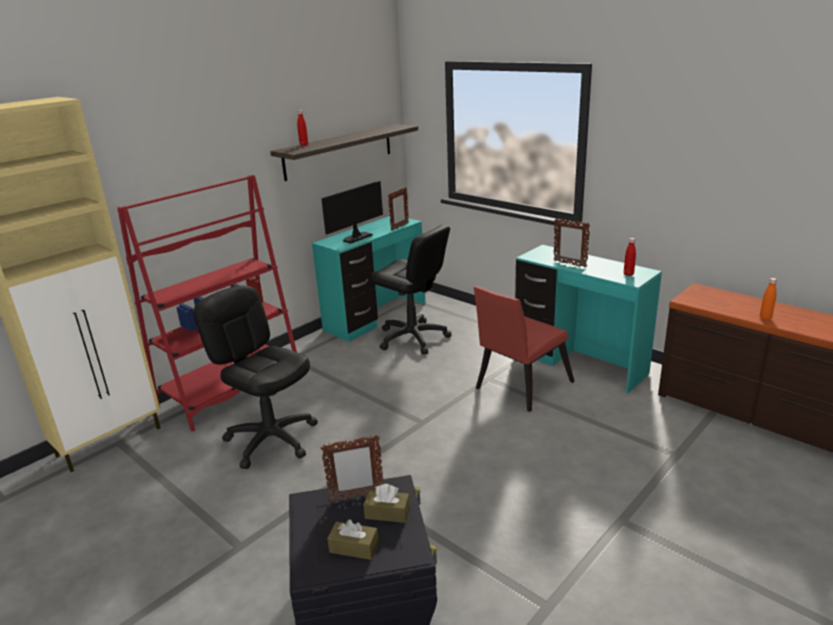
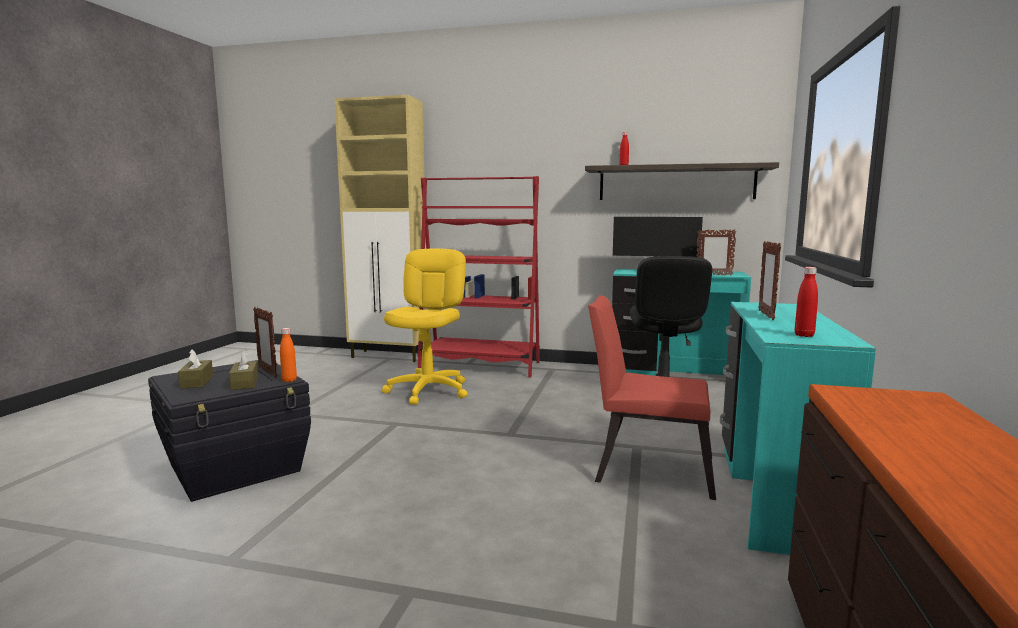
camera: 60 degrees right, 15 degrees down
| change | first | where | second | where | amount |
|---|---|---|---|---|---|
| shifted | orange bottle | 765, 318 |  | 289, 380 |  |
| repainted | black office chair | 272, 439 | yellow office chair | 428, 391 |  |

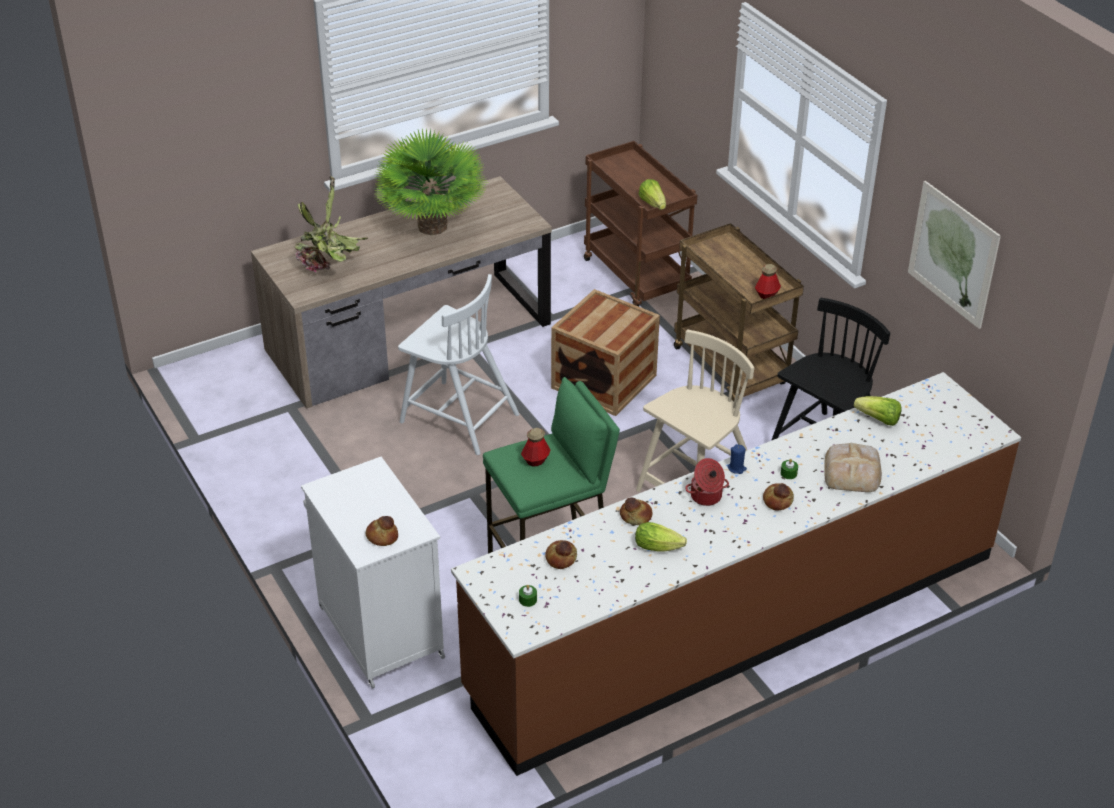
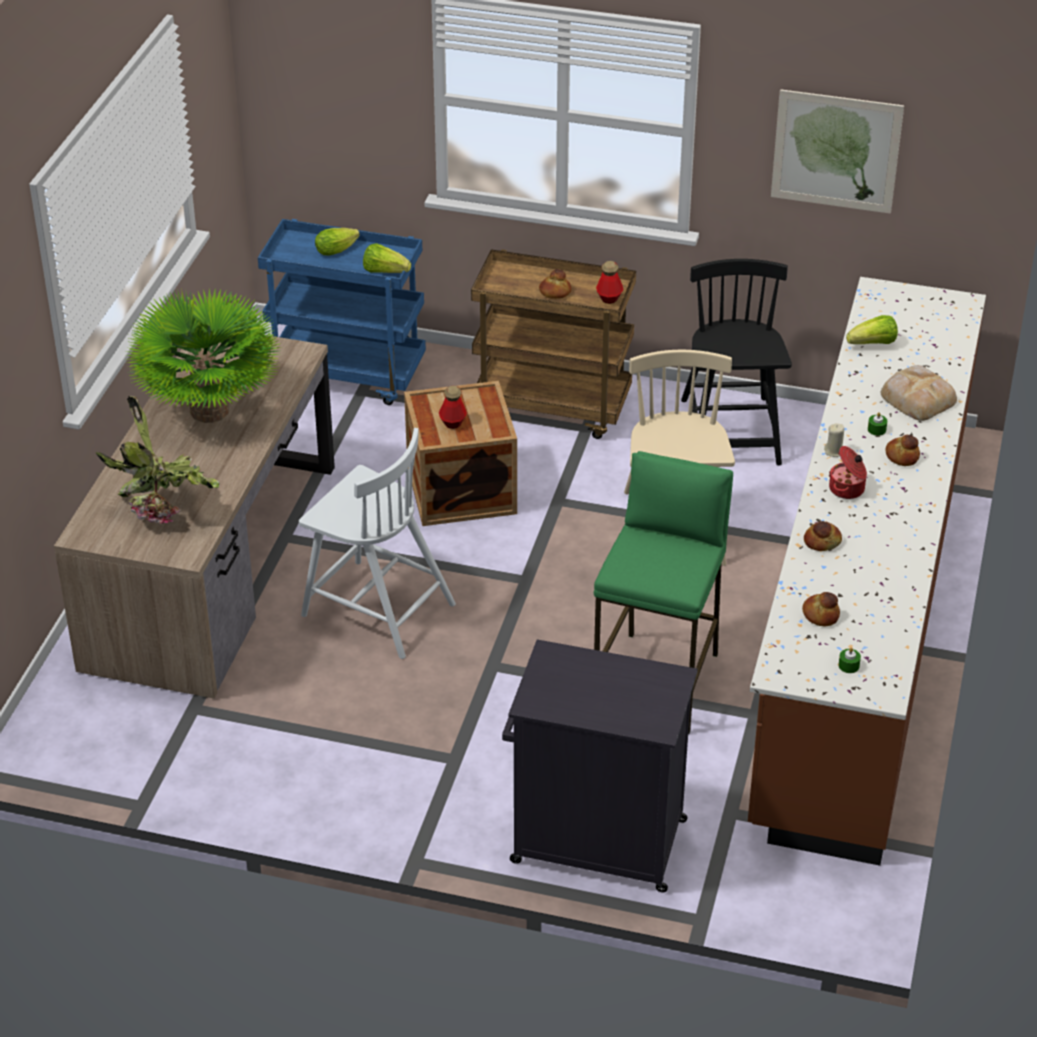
camera: 45 degrees left, 0 degrees up
| change | first | where | second | where | amount |
|---|---|---|---|---|---|
| repainted | brown cart | 637, 277 | blue cart | 349, 375 |  |
| rotated | white chair | 457, 417 |  | 376, 608 | 45 degrees clockwise |
| shifted | lettuce | 660, 547 |  | 338, 249 |  |
| shifted | bottle | 535, 460 |  | 452, 422 |  |
| repainted | white cabinet | 379, 630 | black cabinet | 594, 841 |  |
| shifted | bread | 382, 536 |  | 555, 292 |  |
| repainted | blue candle | 736, 468 | beige candle | 834, 451 |  |

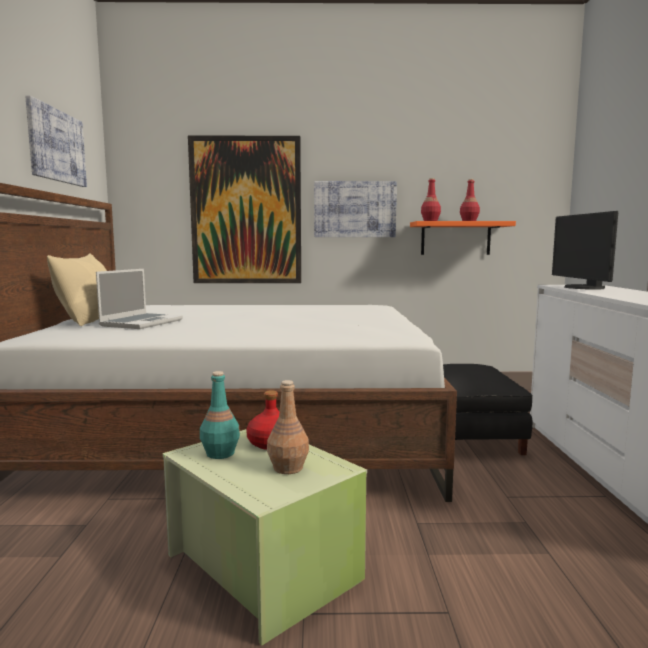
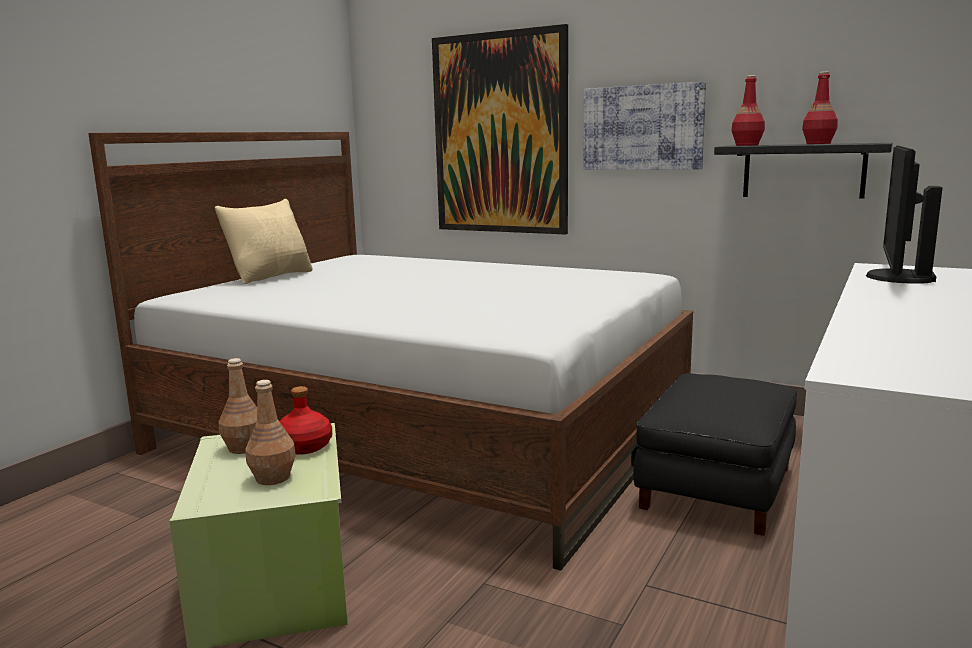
camera: 30 degrees right, 5 degrees up
| change | first | where | second | where | amount |
|---|---|---|---|---|---|
| repainted | turquoise bottle | 220, 453 | brown bottle | 244, 447 |  |
| repainted | orange shelf | 455, 238 | black shelf | 803, 171 |  |
| gone | picture | 56, 146 |  |  |  |
| gone | laptop | 142, 323 |  |  |  |

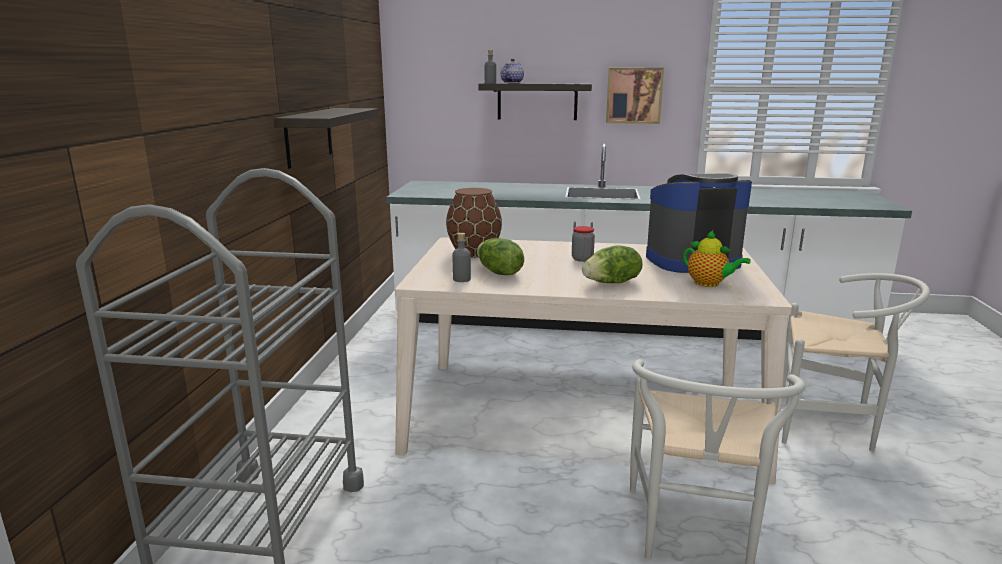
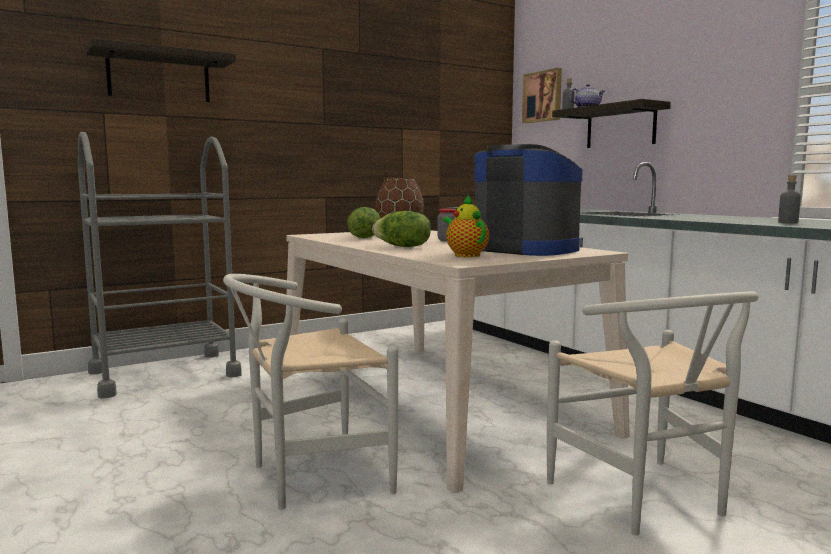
camera: 50 degrees right, 10 degrees down
| change | first | where | second | where | amount |
|---|---|---|---|---|---|
| shifted | shelf | 308, 136 |  | 159, 76 |  |
| rotated | teapot | 709, 284 |  | 465, 255 | 150 degrees clockwise |
| shifted | picture | 634, 95 |  | 543, 96 |  |
| shifted | grey bottle | 462, 279 |  | 788, 222 |  |

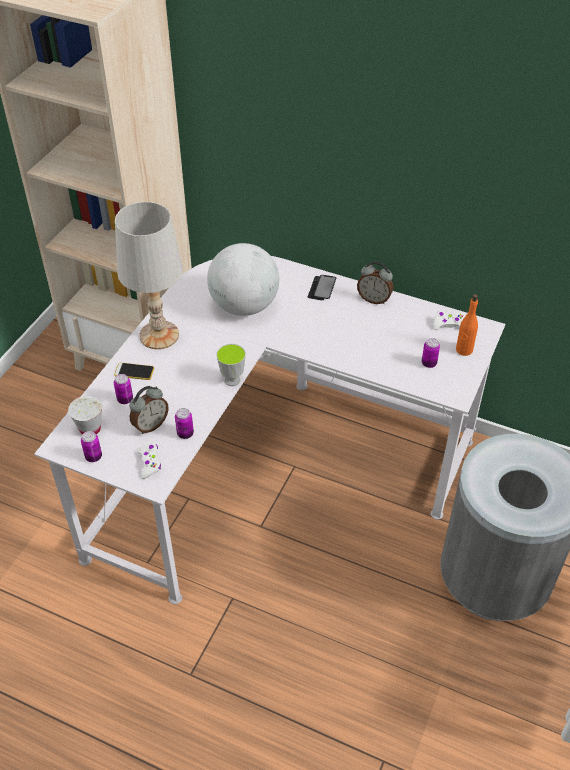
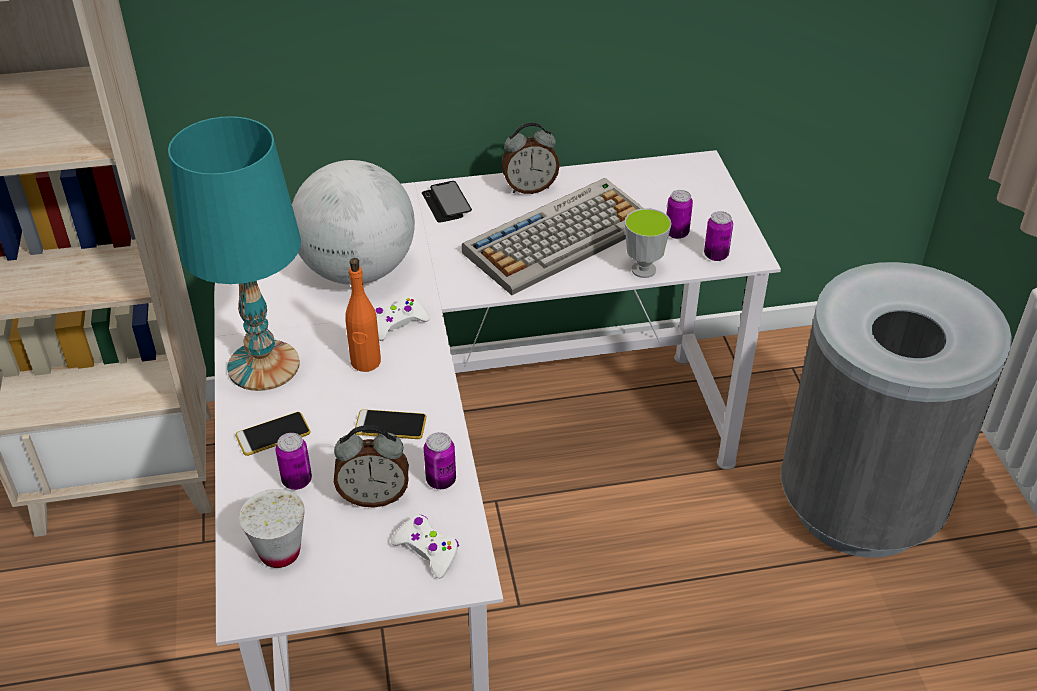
camera: 35 degrees left, 5 degrees down
| change | first | where | second | where | amount |
|---|---|---|---|---|---|
| repainted | white table lamp | 159, 334 | turquoise table lamp | 263, 365 |  |
| rotated | alarm clock | 150, 425 |  | 374, 496 | 75 degrees clockwise |
| shifted | orange bottle | 464, 350 |  | 365, 362 |  |
| new |  |  | phone | 390, 425 |  |
| shifted | white game controller | 449, 324 |  | 397, 323 |  |
| new |  |  | keyboard | 560, 237 |  |
| shifted | cup | 232, 380 |  | 643, 270 |  |
| shifted | can | 93, 457 |  | 716, 255 |  |

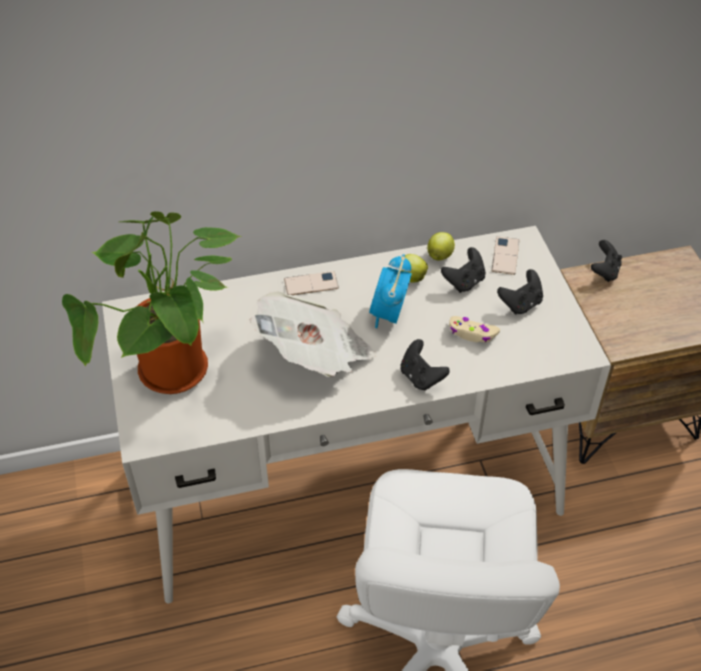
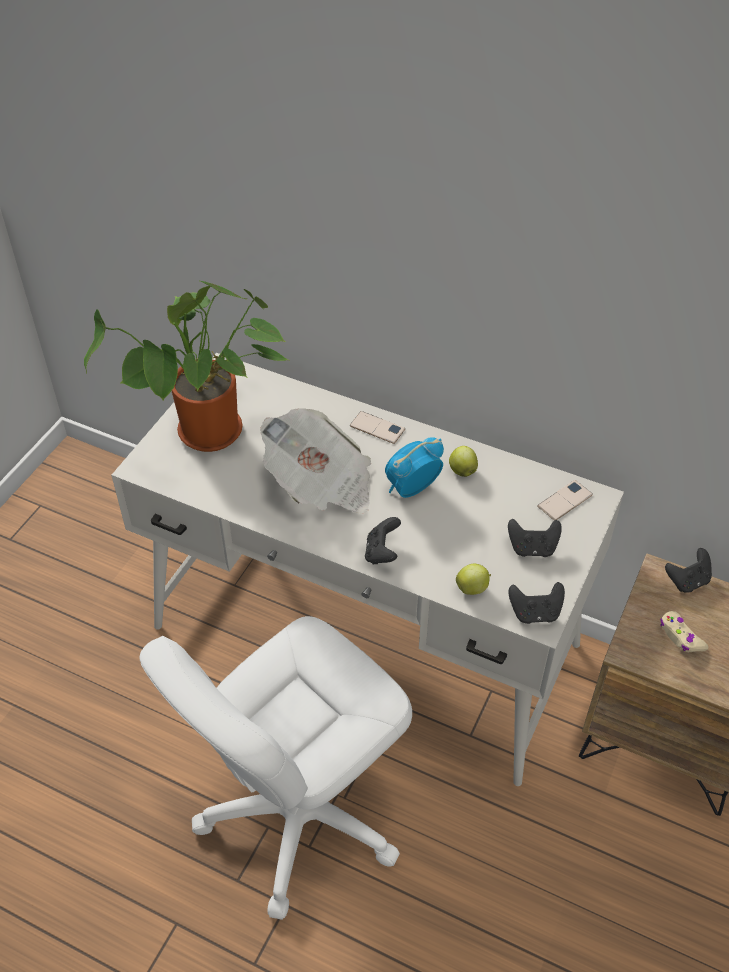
camera: 40 degrees right, 0 degrees up
| change | first | where | second | where | amount |
|---|---|---|---|---|---|
| shifted | apple | 440, 255 |  | 472, 588 |  |
| shifted | black game controller | 464, 282 |  | 535, 613 |  |
| shifted | beige game controller | 472, 333 |  | 680, 636 |  |

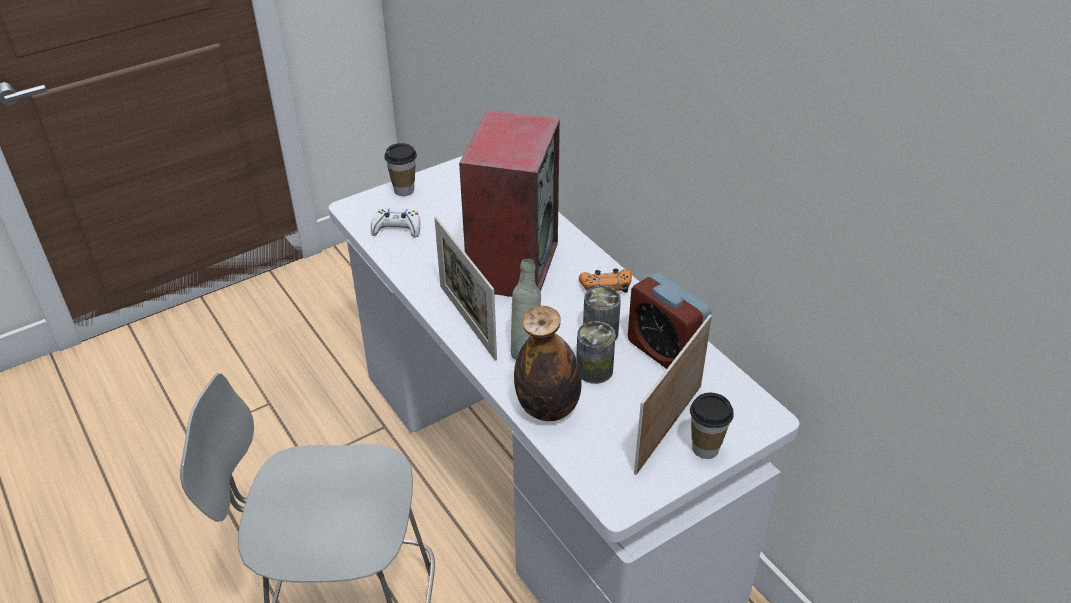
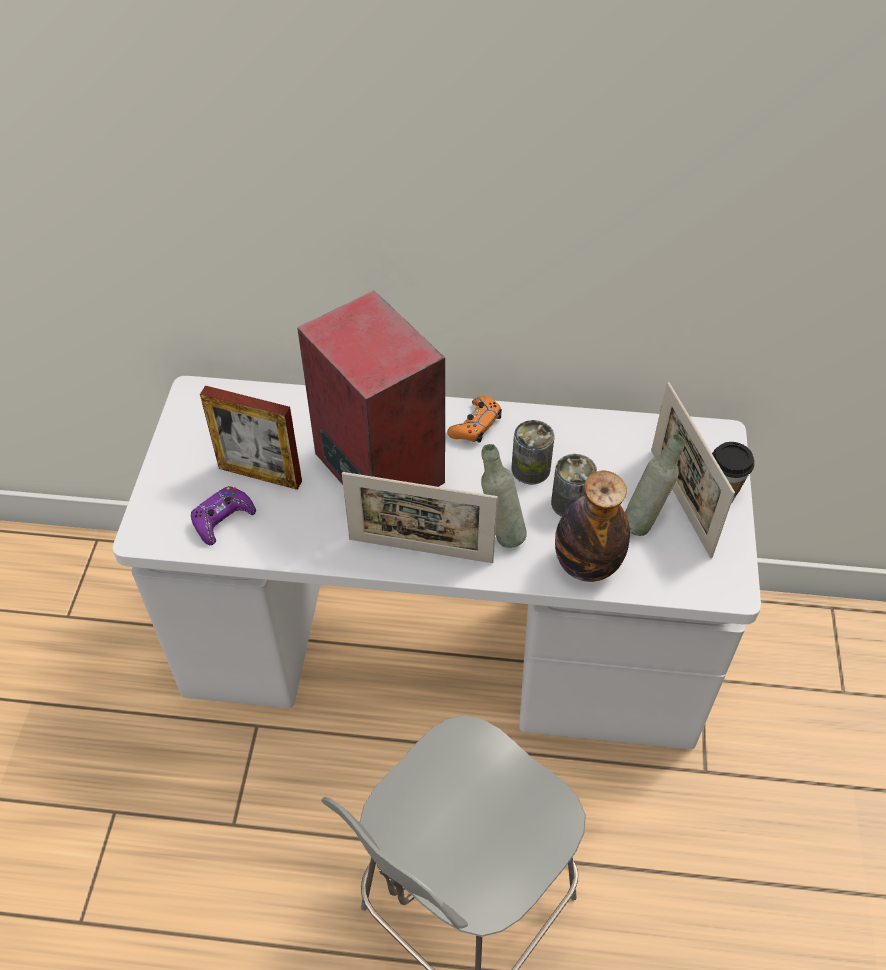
camera: 50 degrees left, 10 degrees up
| change | first | where | second | where | amount |
|---|---|---|---|---|---|
| repainted | white game controller | 397, 228 | purple game controller | 222, 519 |  |
| new |  |  | picture frame | 260, 474 |  |
| new |  |  | grey bottle | 644, 521 |  |
| gone | cup | 404, 190 |  |  |  |
| gone | alarm clock | 664, 352 |  |  |  |

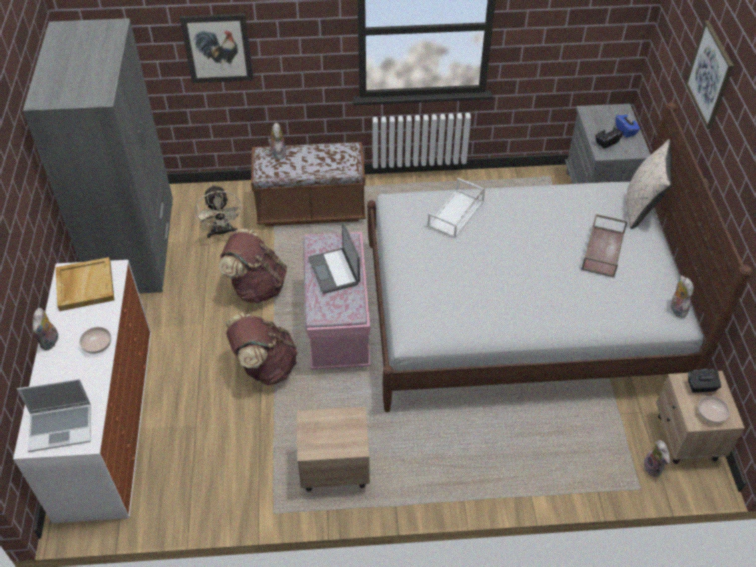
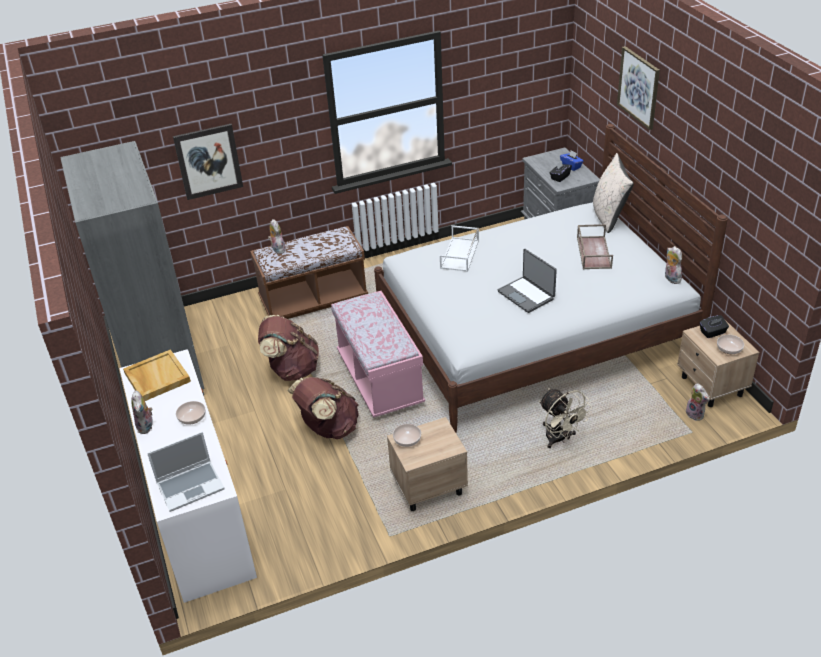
camera: 15 degrees left, 10 degrees down
| change | first | where | second | where | amount |
|---|---|---|---|---|---|
| new |  |  | bowl | 407, 439 |  |
| shifted | laptop | 335, 271 |  | 526, 295 |  |
| shifted | beige fan | 222, 232 |  | 560, 439 |  |

